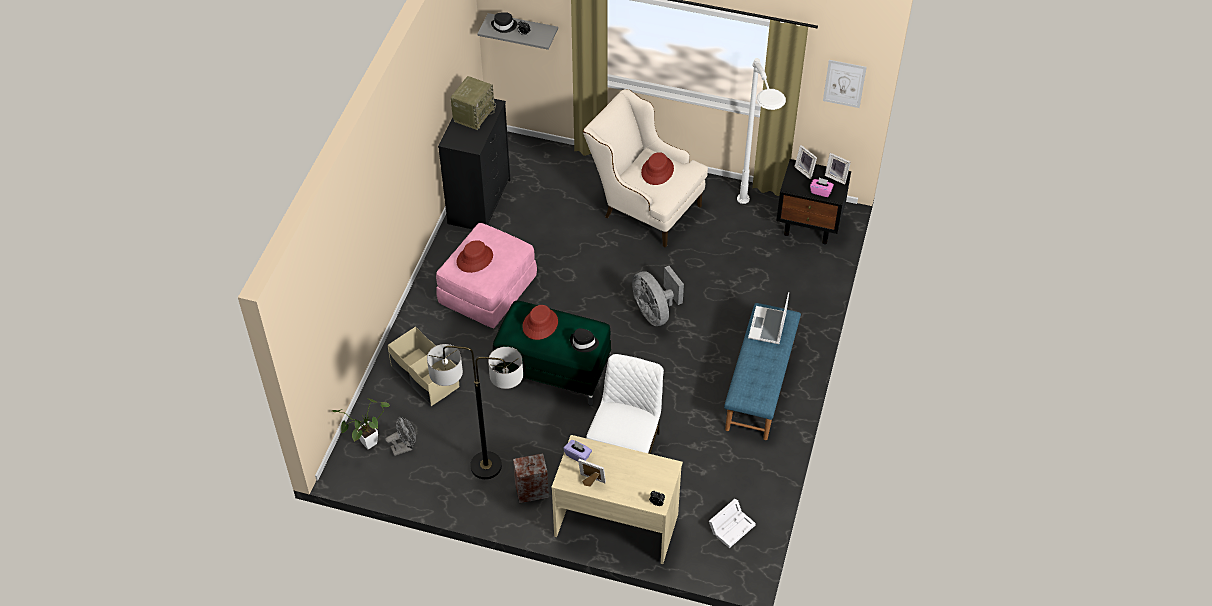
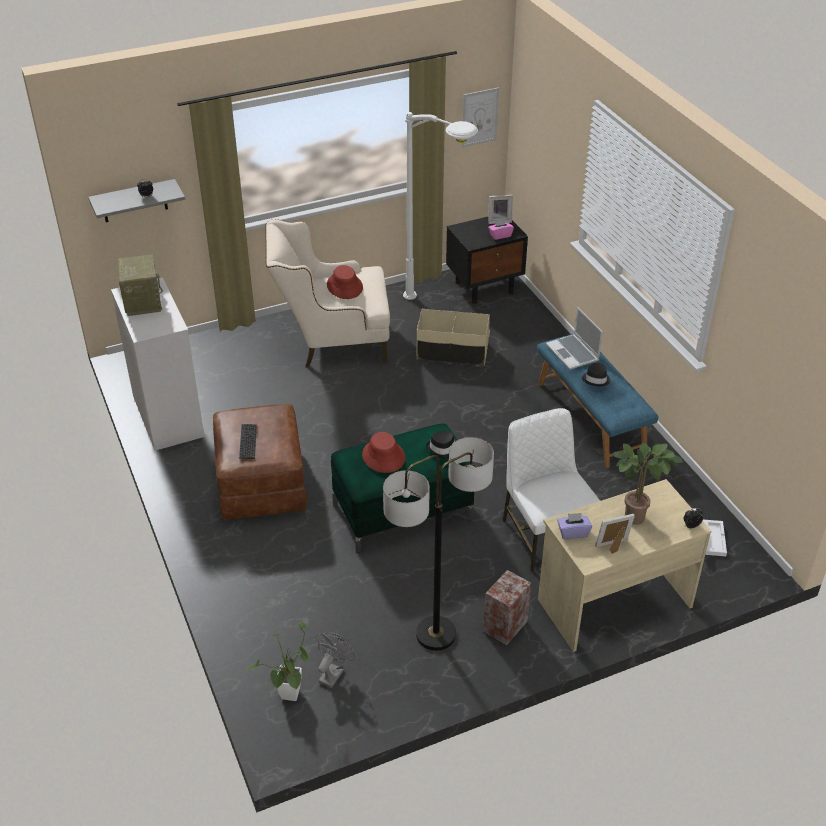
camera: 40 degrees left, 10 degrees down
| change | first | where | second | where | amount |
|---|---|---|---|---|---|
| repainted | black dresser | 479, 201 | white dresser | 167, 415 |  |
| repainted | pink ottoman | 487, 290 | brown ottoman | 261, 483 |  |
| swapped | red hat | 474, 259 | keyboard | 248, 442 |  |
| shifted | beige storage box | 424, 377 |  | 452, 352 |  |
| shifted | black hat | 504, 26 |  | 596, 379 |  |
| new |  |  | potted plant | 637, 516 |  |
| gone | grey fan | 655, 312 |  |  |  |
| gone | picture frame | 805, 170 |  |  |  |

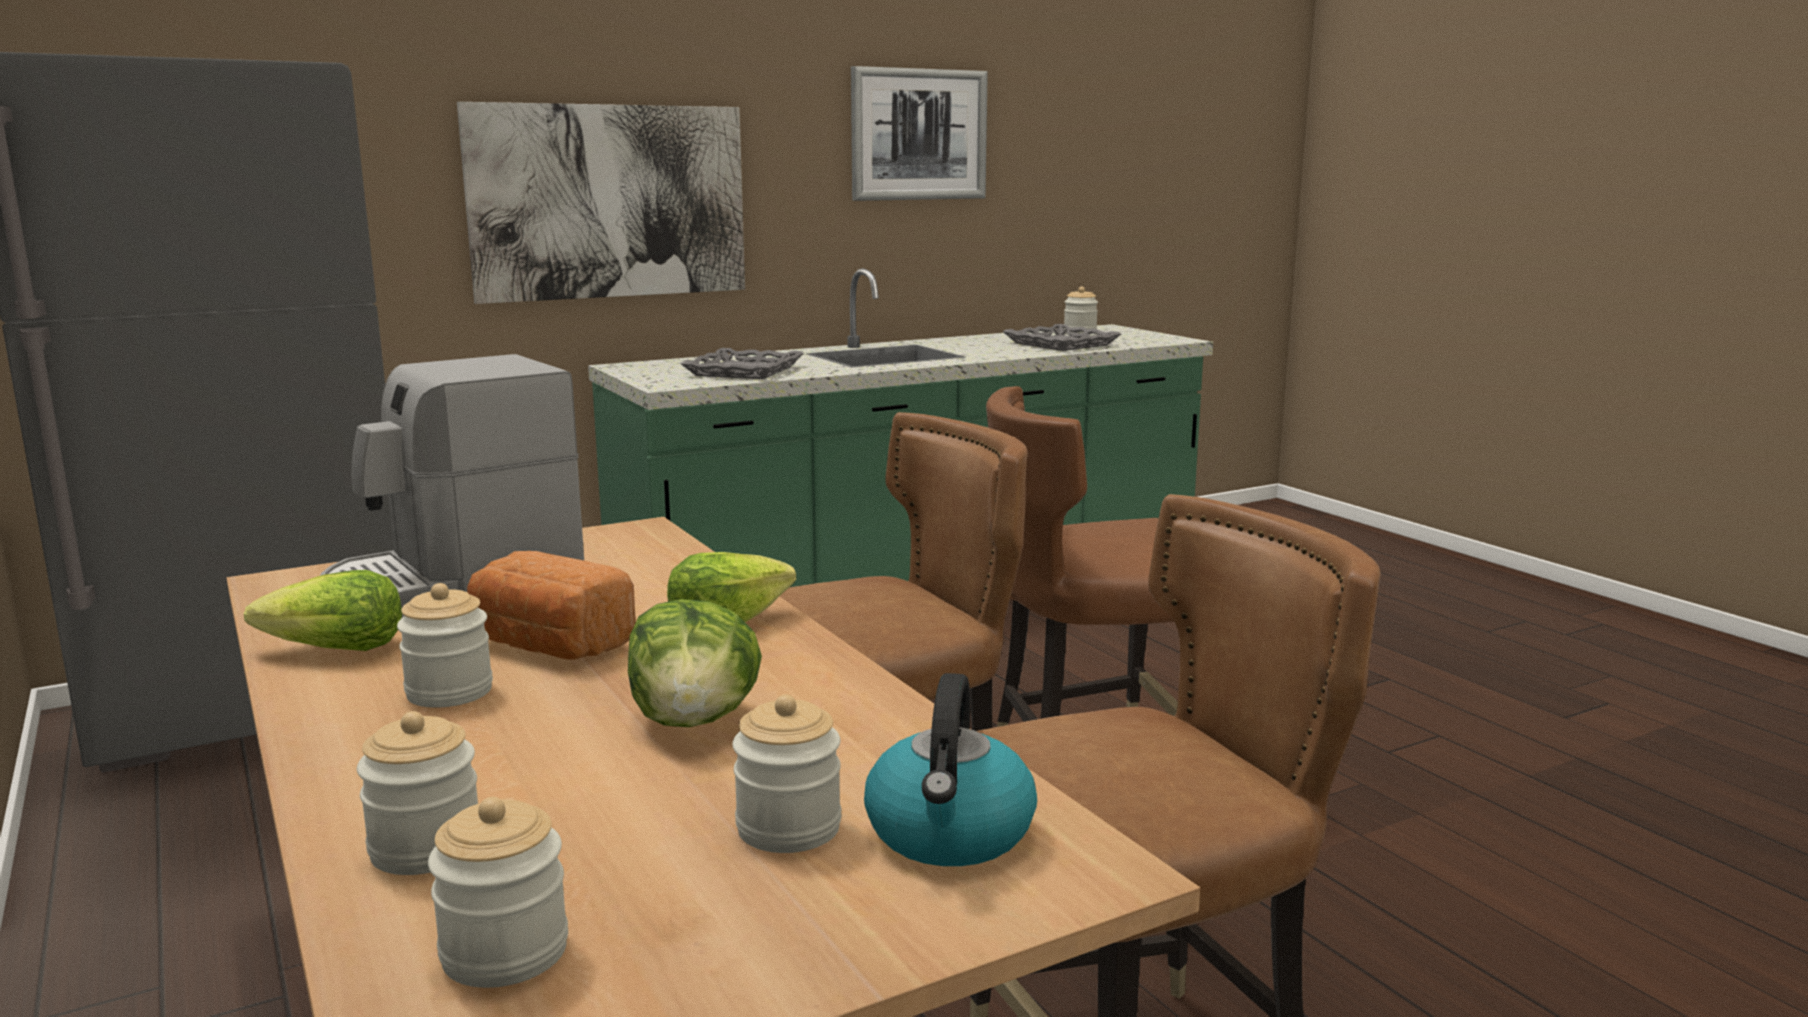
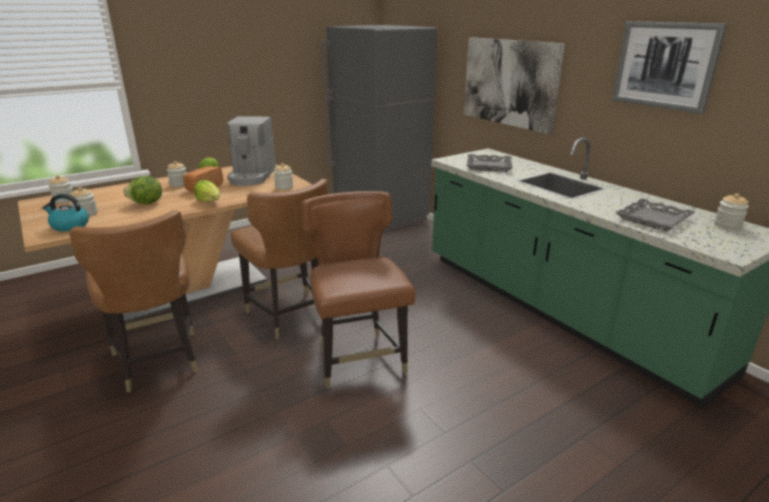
camera: 85 degrees right, 10 degrees up
| change | first | where | second | where | amount |
|---|---|---|---|---|---|
| rotated | coffee machine | 455, 587 |  | 252, 176 | 135 degrees counterclockwise |
| shifted | jar | 426, 849 |  | 284, 187 |  |

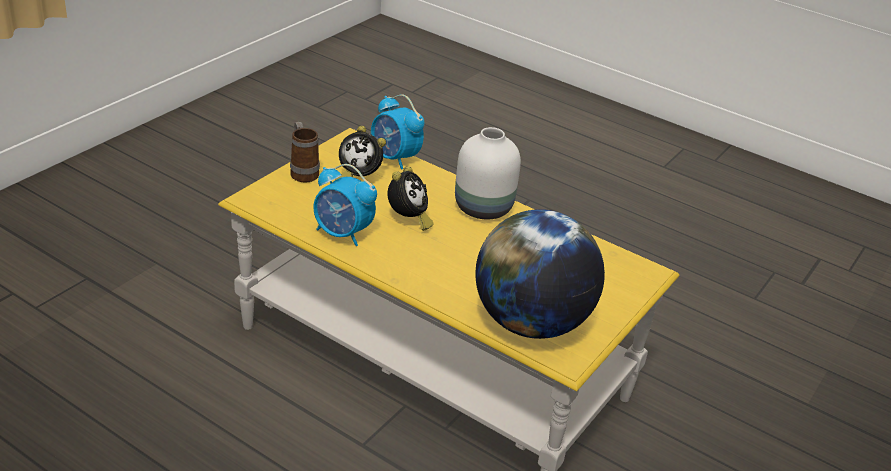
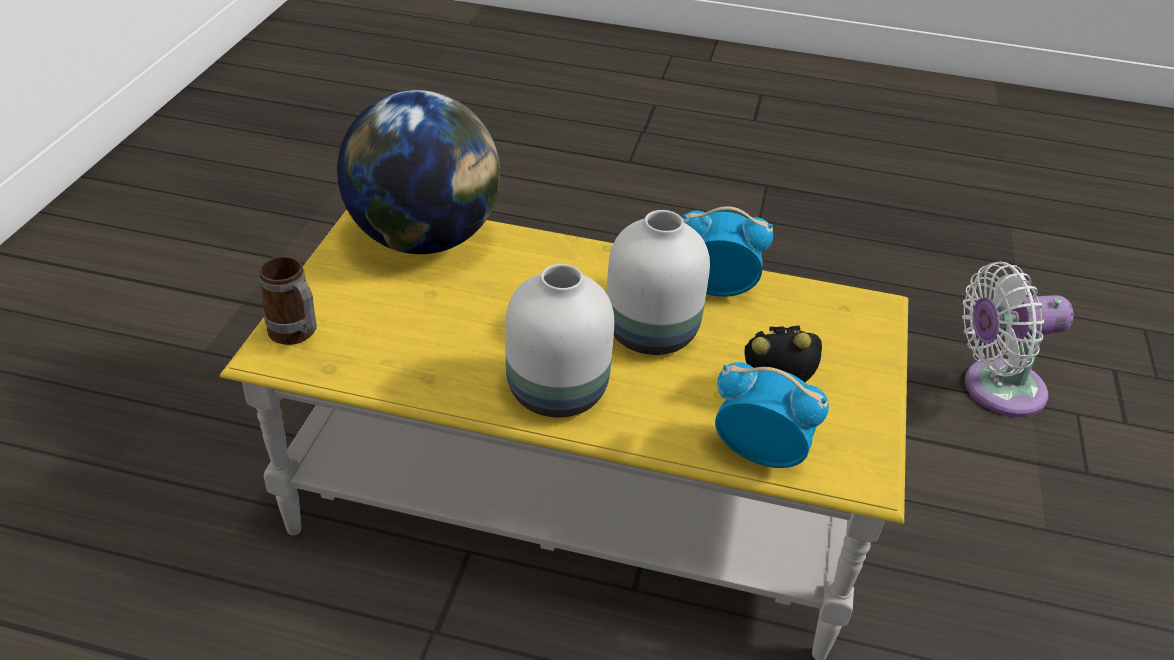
camera: 160 degrees right, 5 degrees up
| change | first | where | second | where | amount |
|---|---|---|---|---|---|
| shifted | mug | 303, 172 |  | 297, 336 |  |
| swapped | alarm clock | 408, 220 | white vase | 651, 335 |  |
| new |  |  | white fan | 995, 389 |  |

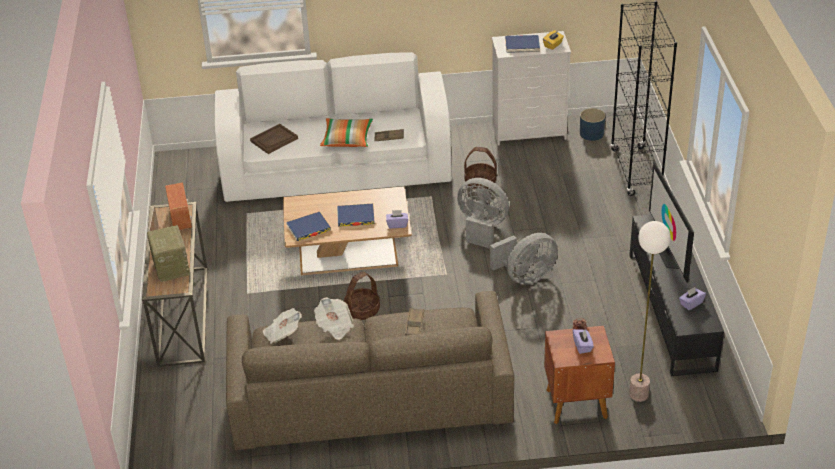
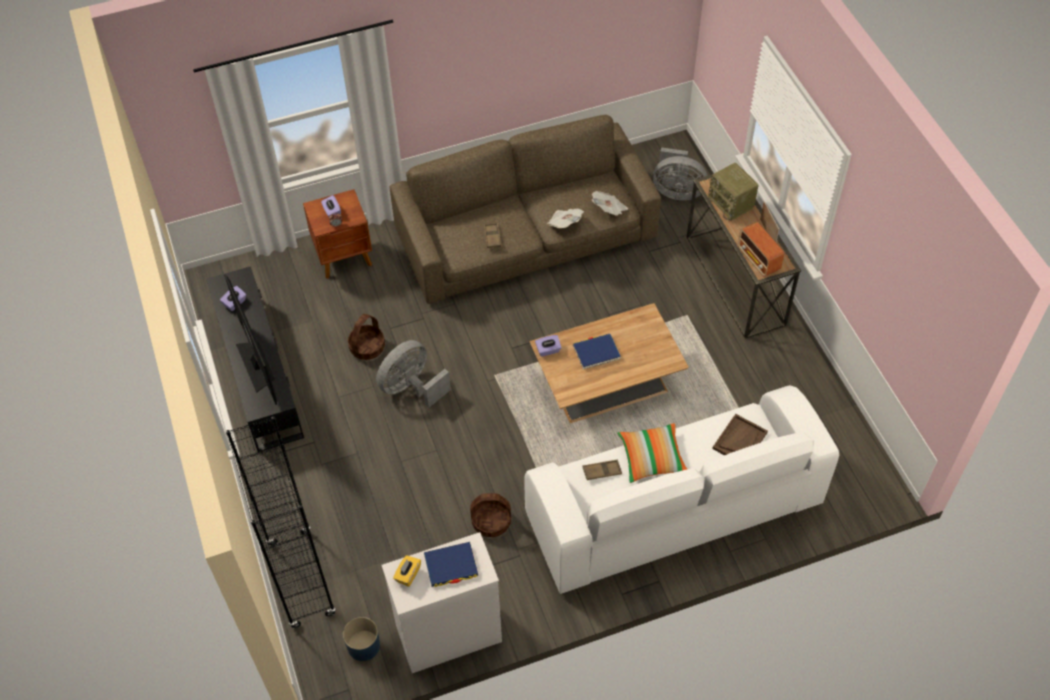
camera: 165 degrees right, 15 degrees up
| change | first | where | second | where | amount |
|---|---|---|---|---|---|
| shifted | basket | 362, 310 |  | 367, 347 |  |
| shifted | grey fan | 482, 228 |  | 677, 191 |  |
| gone | blue book | 308, 228 |  |  |  |
| gone | floor lamp | 638, 395 |  |  |  |

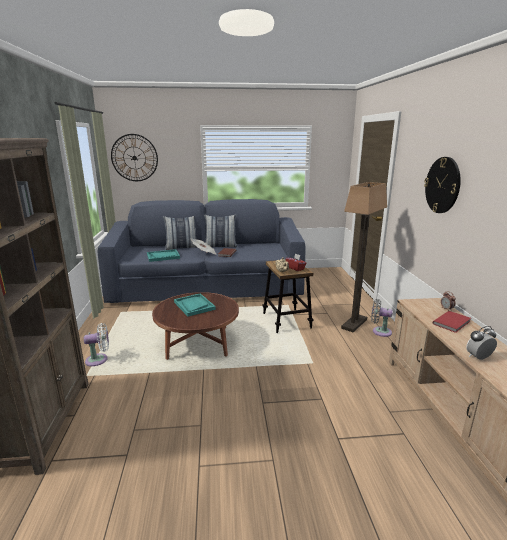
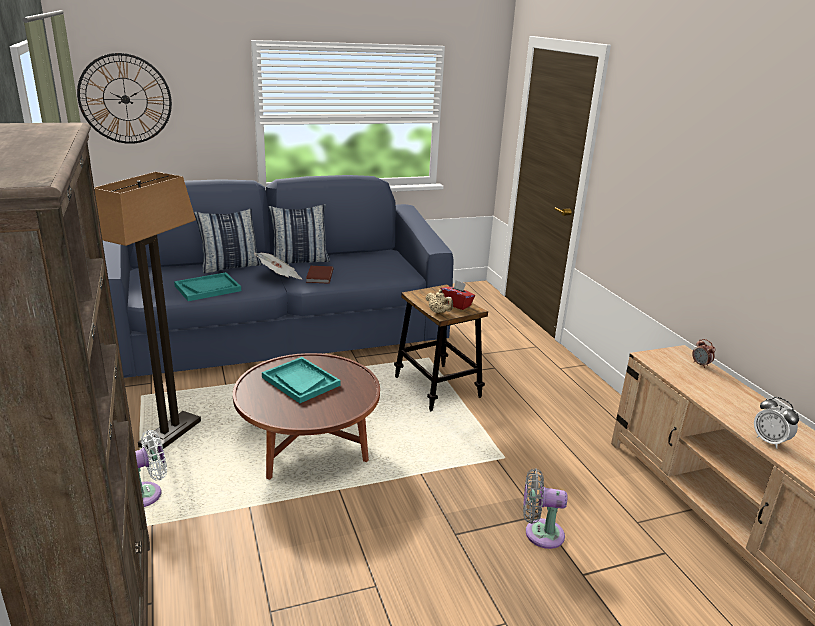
camera: 15 degrees left, 5 degrees up
| change | first | where | second | where | amount |
|---|---|---|---|---|---|
| shifted | floor lamp | 354, 323 |  | 170, 433 |  |
| shifted | grey fan | 379, 331 |  | 540, 533 |  |
| rotated | alarm clock | 478, 357 |  | 769, 441 | 90 degrees counterclockwise |
| gone | wall clock | 442, 185 |  |  |  |
| gone | red book | 452, 323 |  |  |  |

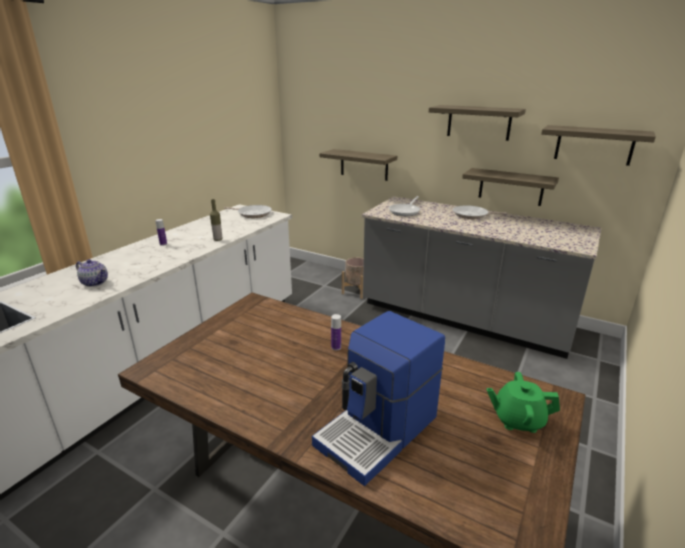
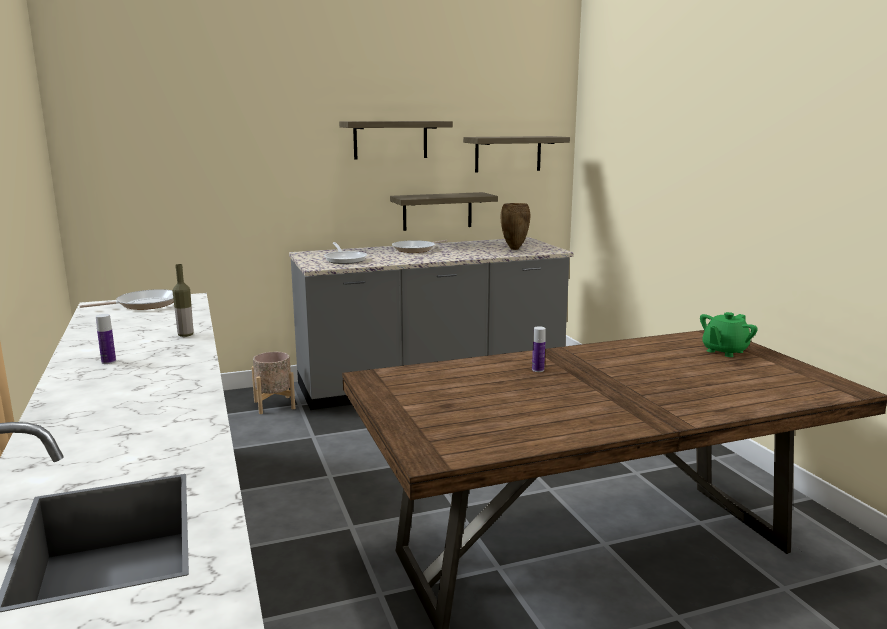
camera: 50 degrees left, 10 degrees down
| change | first | where | second | where | amount |
|---|---|---|---|---|---|
| new |  |  | brown vase | 514, 249 |  |
| gone | teapot | 95, 282 |  |  |  |
| gone | coffee machine | 379, 431 |  |  |  |
| gone | shelf | 364, 164 |  |  |  |

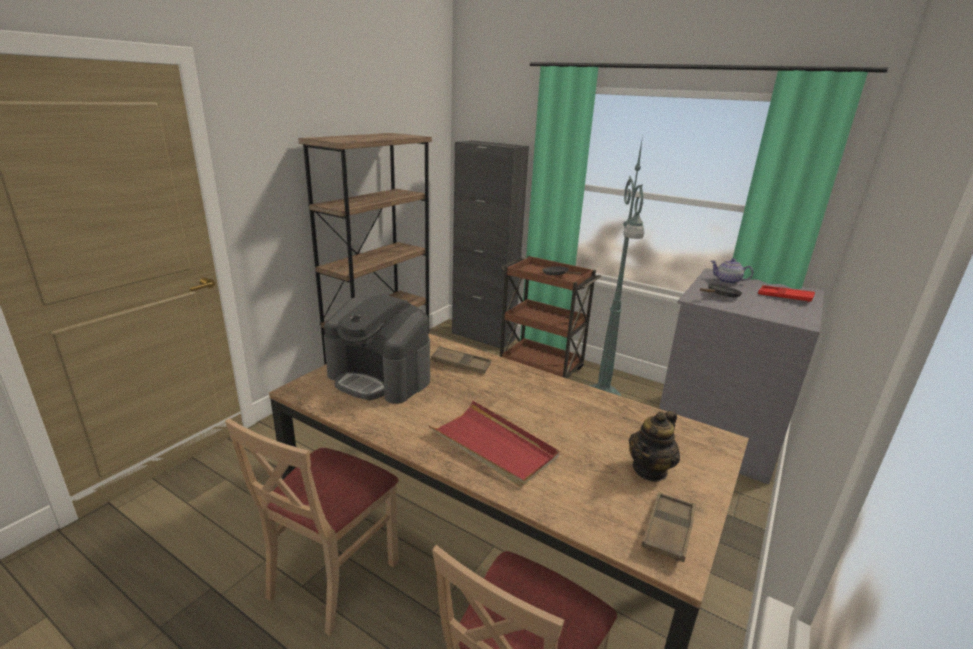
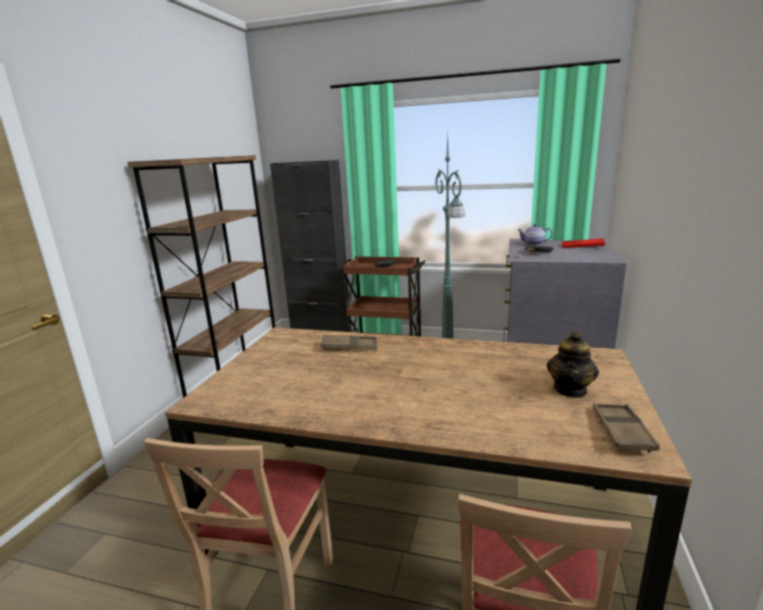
camera: 15 degrees left, 5 degrees down
| change | first | where | second | where | amount |
|---|---|---|---|---|---|
| gone | coffee machine | 380, 377 |  |  |  |
| gone | red tray | 493, 446 |  |  |  |

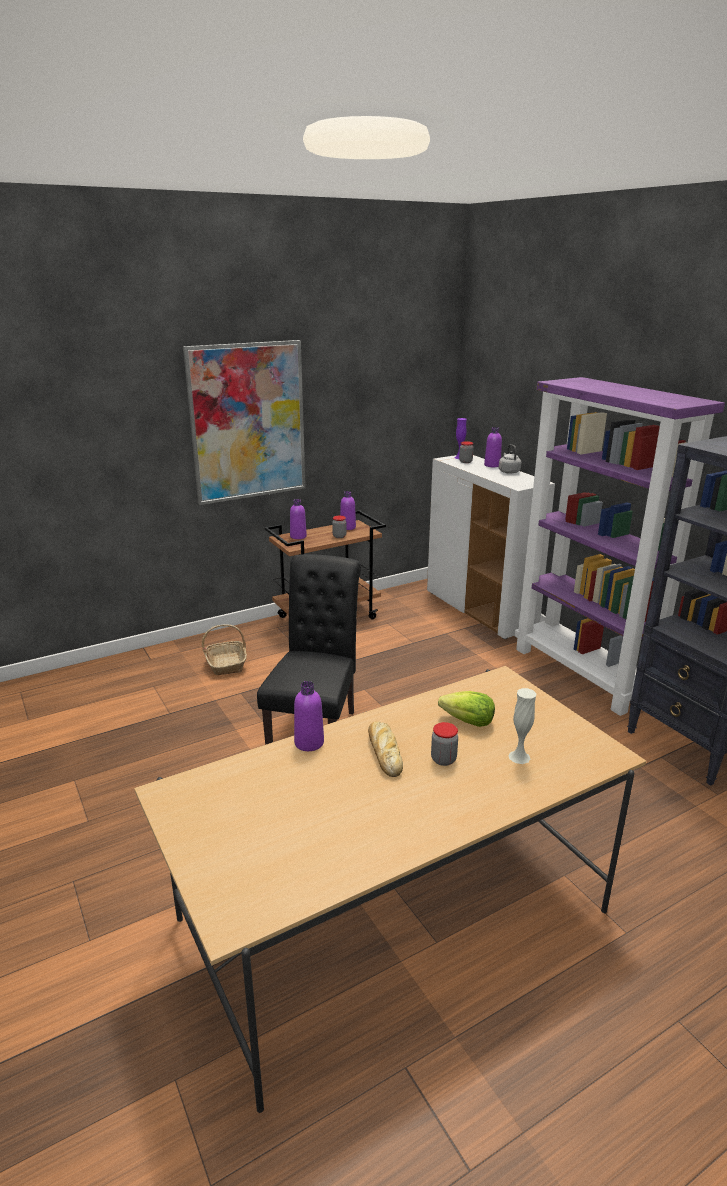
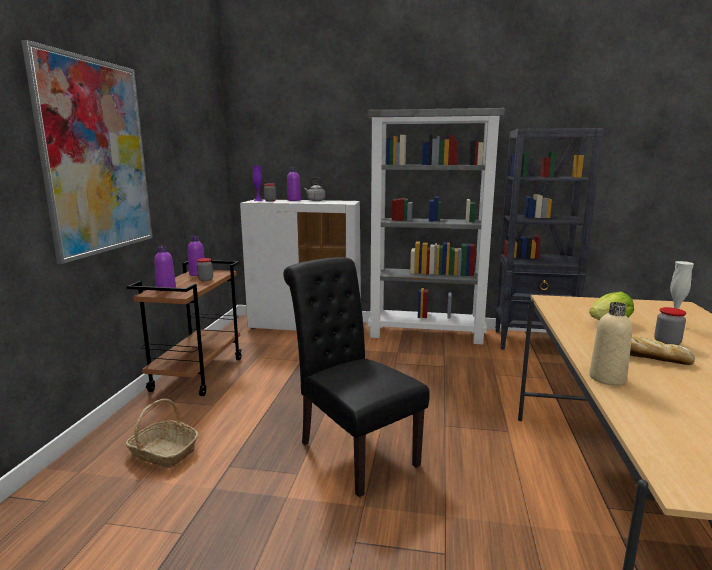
camera: 50 degrees left, 10 degrees down
| change | first | where | second | where | amount |
|---|---|---|---|---|---|
| repainted | purple bookcase | 583, 674 | grey bookcase | 427, 334 |  |
| repainted | purple bottle | 309, 743 | beige bottle | 607, 378 |  |

